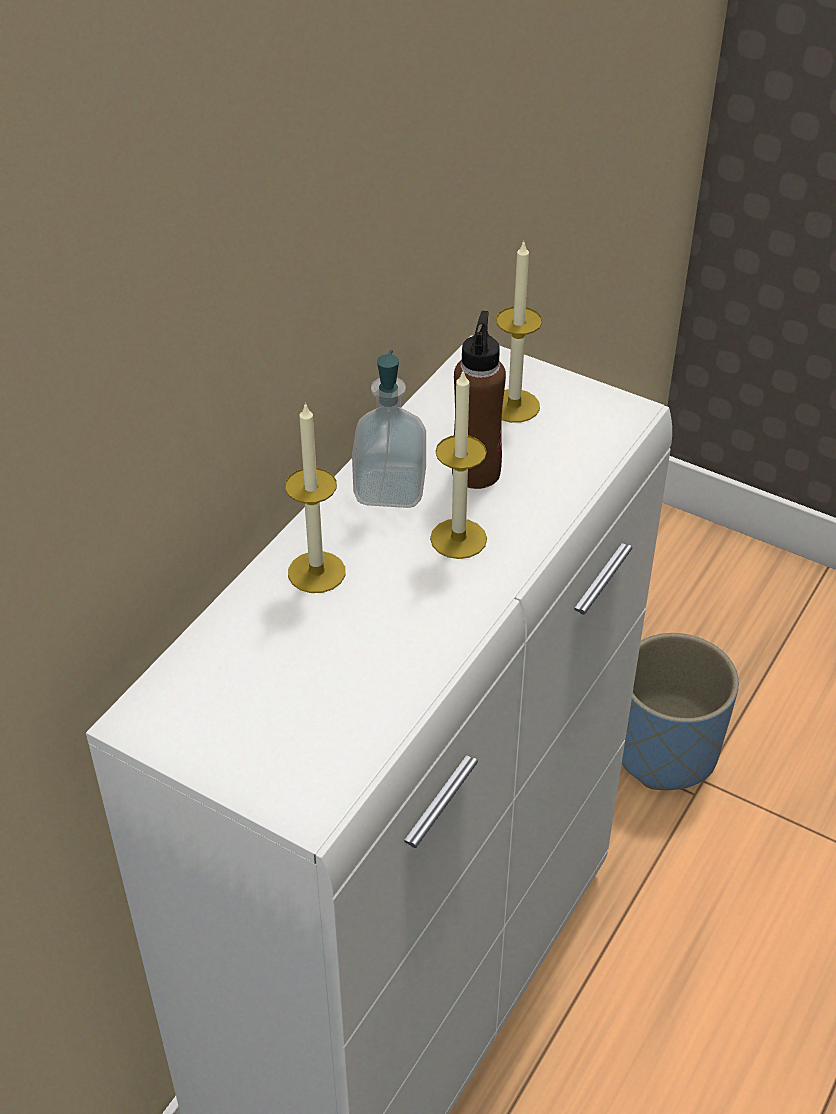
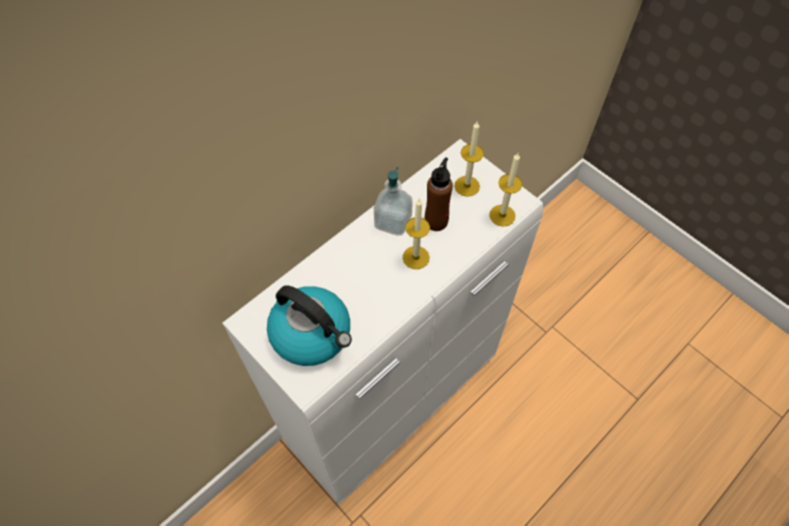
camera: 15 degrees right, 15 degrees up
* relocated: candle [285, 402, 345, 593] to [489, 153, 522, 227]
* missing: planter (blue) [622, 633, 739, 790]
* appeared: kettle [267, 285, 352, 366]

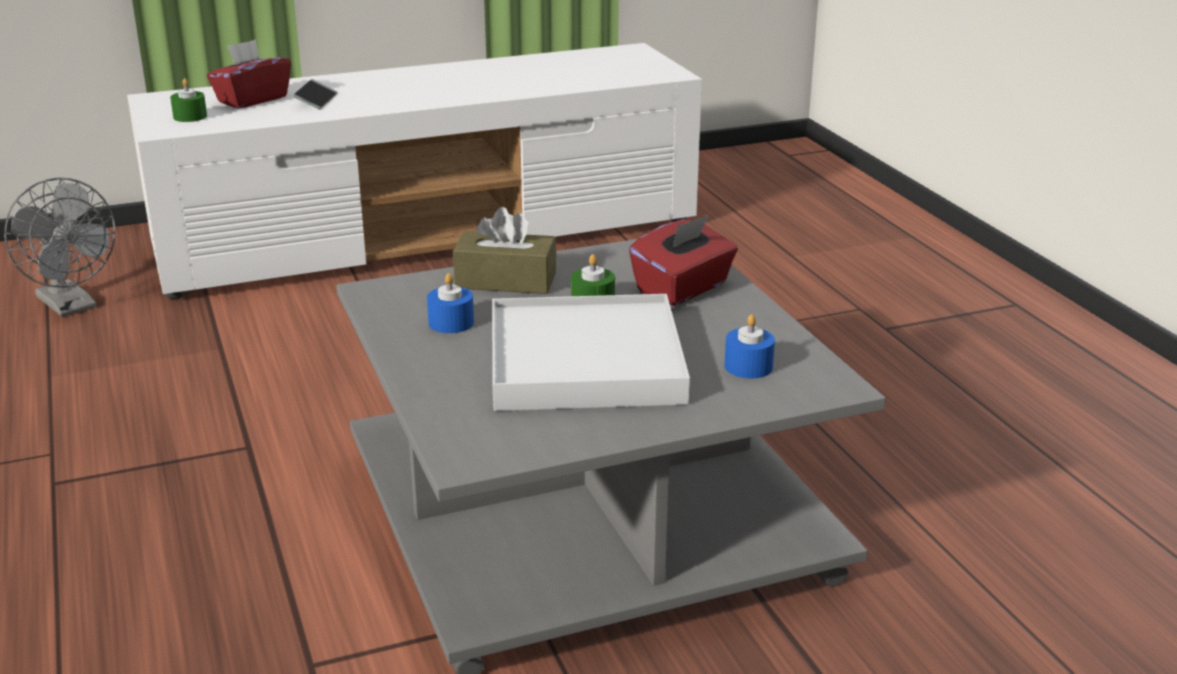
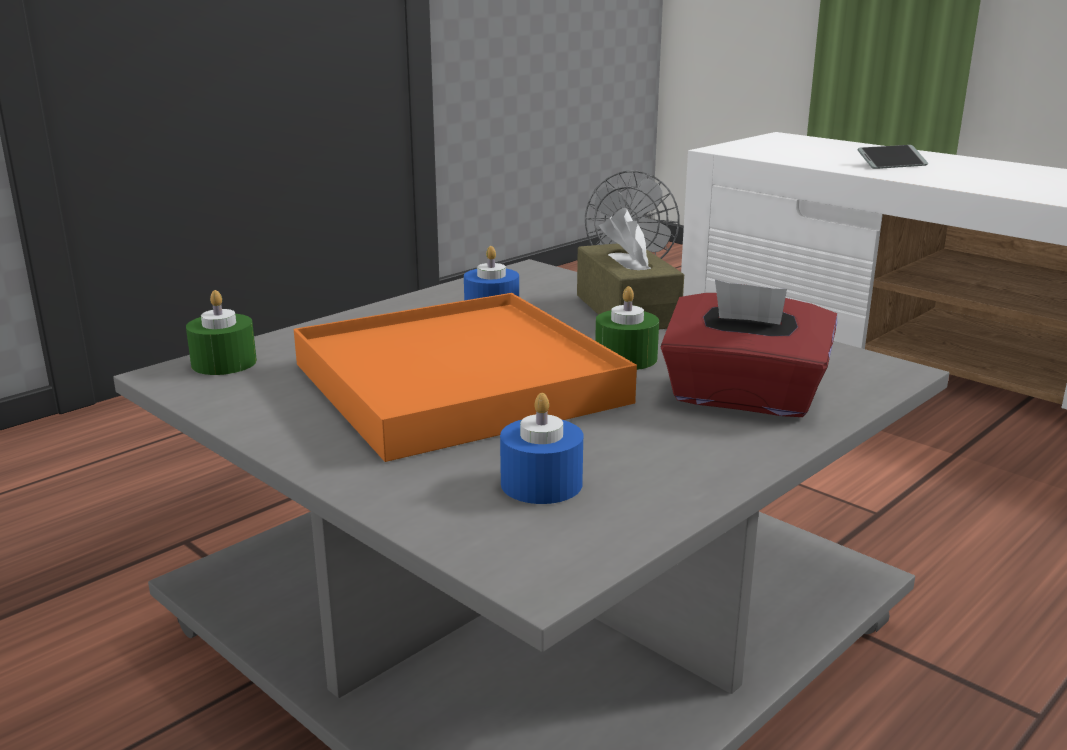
camera: 65 degrees right, 5 degrees down
* relocated: candle (green) [170, 78, 207, 122] to [186, 290, 257, 375]
* missing: tissue box (red) [207, 39, 291, 109]
* colour: tray (white) [492, 294, 690, 411] to tray (orange) [294, 293, 637, 462]

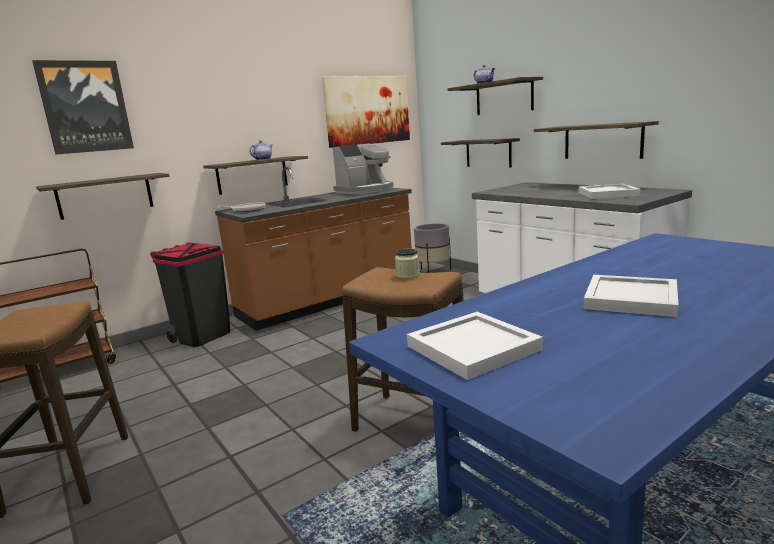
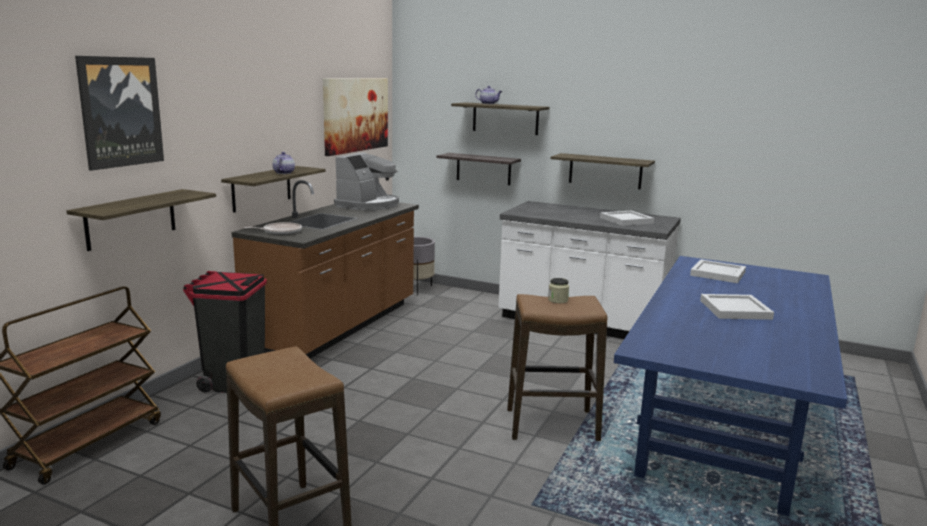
camera: 30 degrees left, 0 degrees up
* relocated: tray (white) [407, 312, 543, 380] to [690, 260, 746, 283]

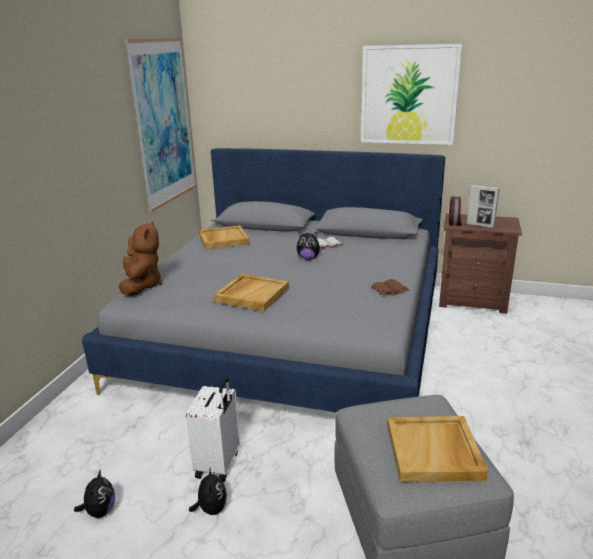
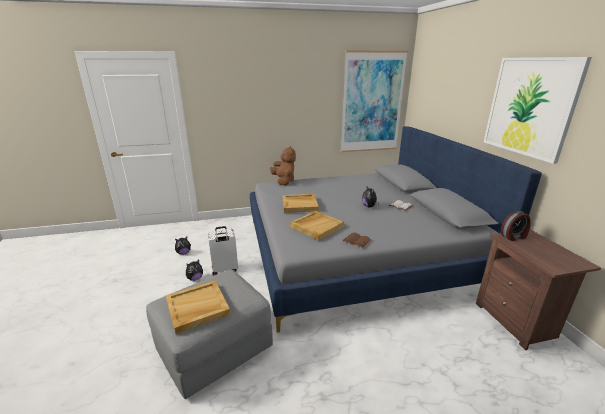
camera: 60 degrees right, 0 degrees up
* spun: plush toy (brown) [119, 221, 162, 296] = [270, 146, 296, 185] 75 degrees counterclockwise
* relocated: tray (beige) [199, 225, 249, 250] to [290, 211, 344, 240]
* missing: picture frame [467, 185, 500, 228]

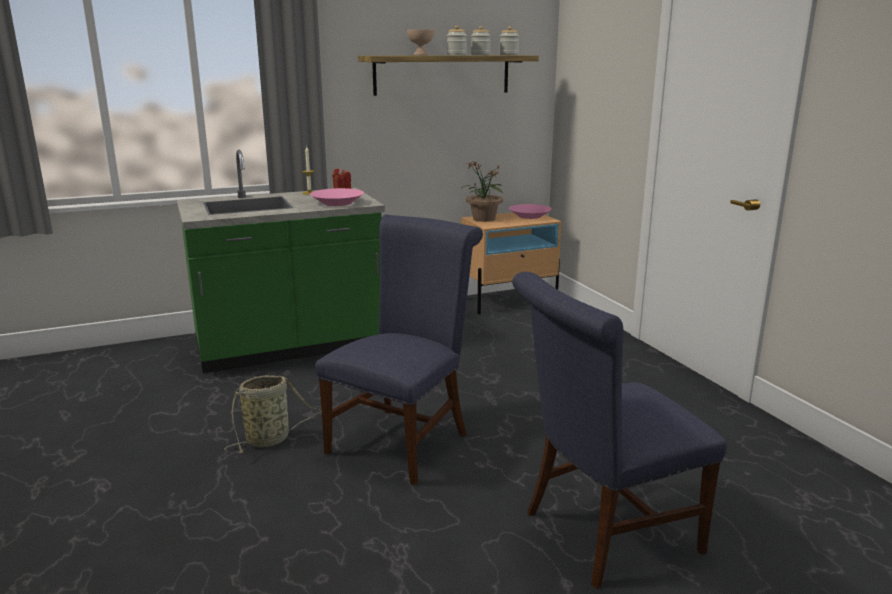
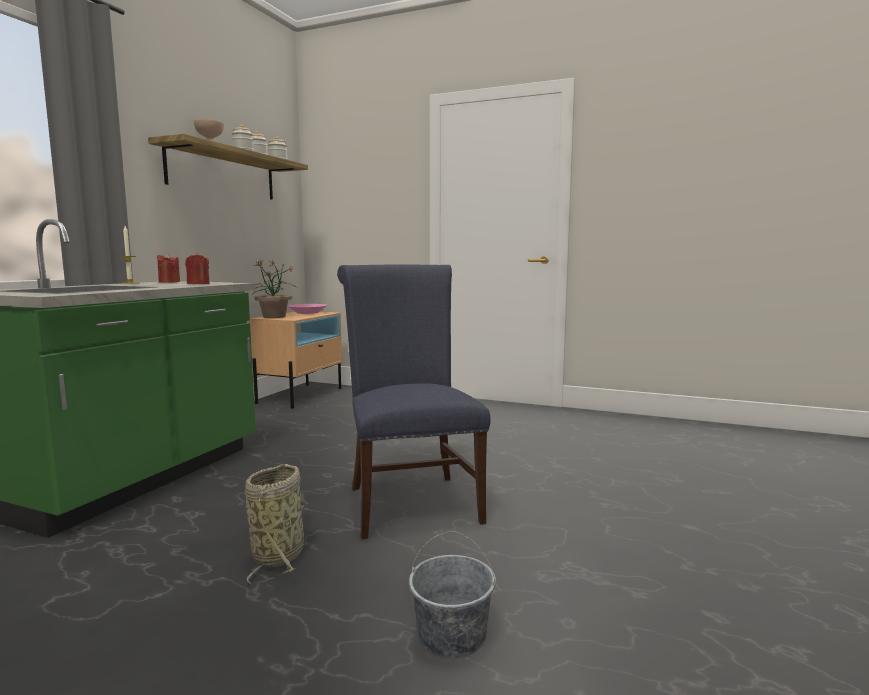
camera: 45 degrees left, 10 degrees down
* exchanged: bowl (pink) [310, 188, 364, 206] to candle (red) [185, 252, 210, 284]
* missing: chair (blue) [512, 272, 727, 589]
* appeared: bucket (grey) [409, 531, 496, 658]

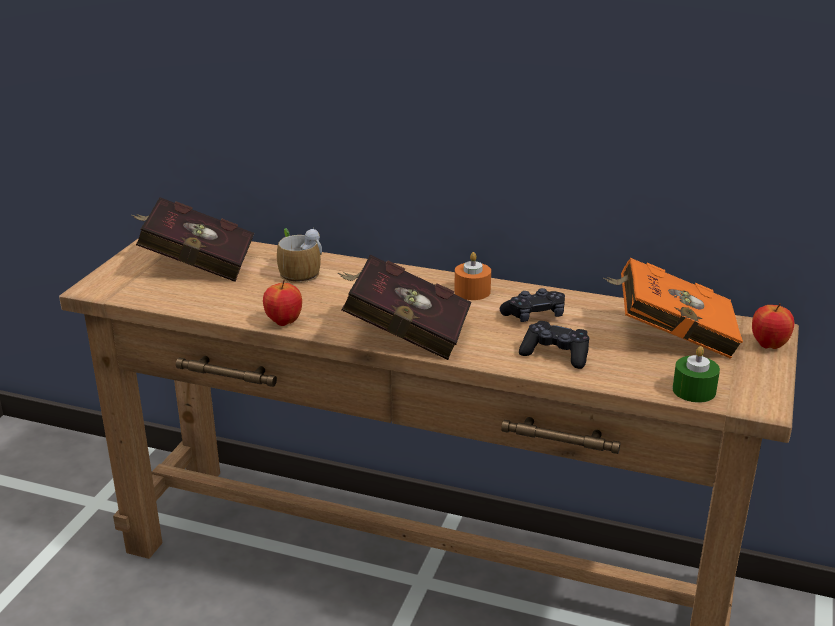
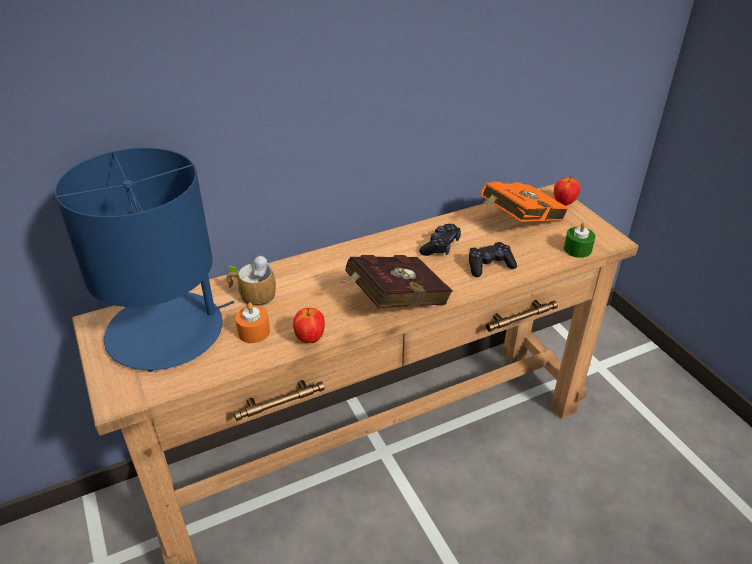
camera: 45 degrees left, 10 degrees up
* exchanged: book (red) [131, 197, 254, 282] to table lamp (blue) [55, 147, 234, 372]
* relocated: candle (orange) [454, 252, 491, 300] to [235, 303, 270, 343]

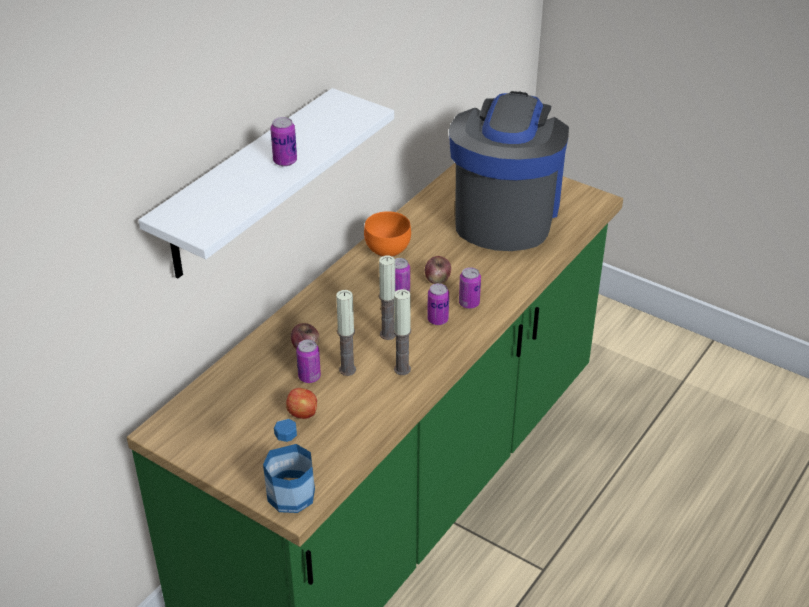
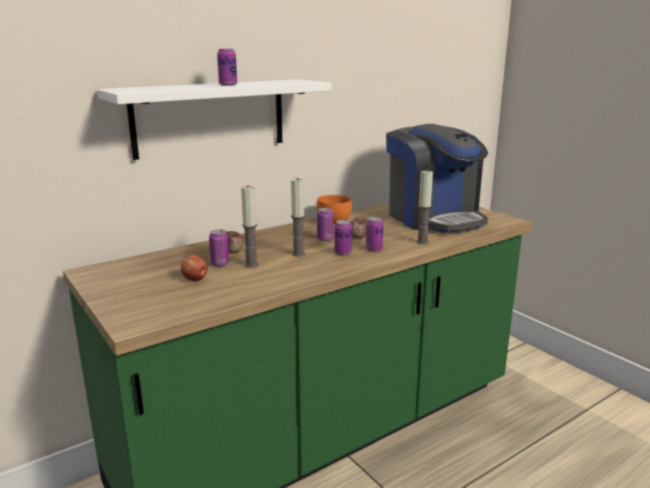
camera: 20 degrees right, 20 degrees down
* missing: bottle [263, 419, 315, 513]
* relocated: candle [393, 289, 411, 375] to [416, 169, 433, 245]
* spun: coffee machine [449, 91, 569, 251] = [386, 124, 488, 233] 120 degrees clockwise

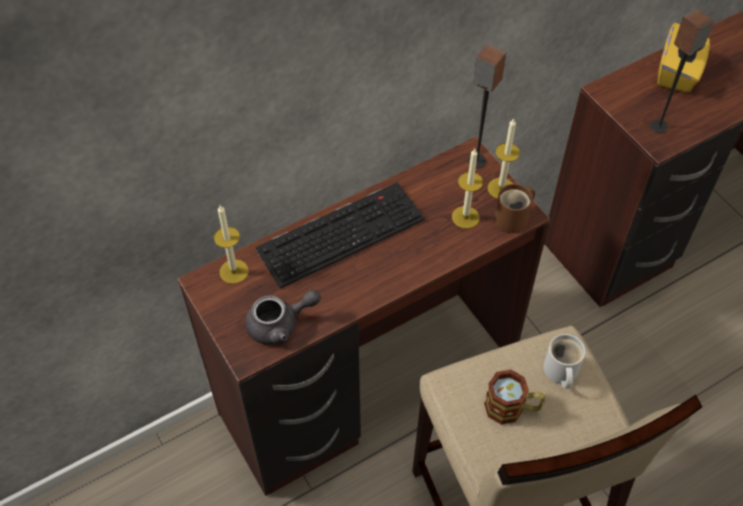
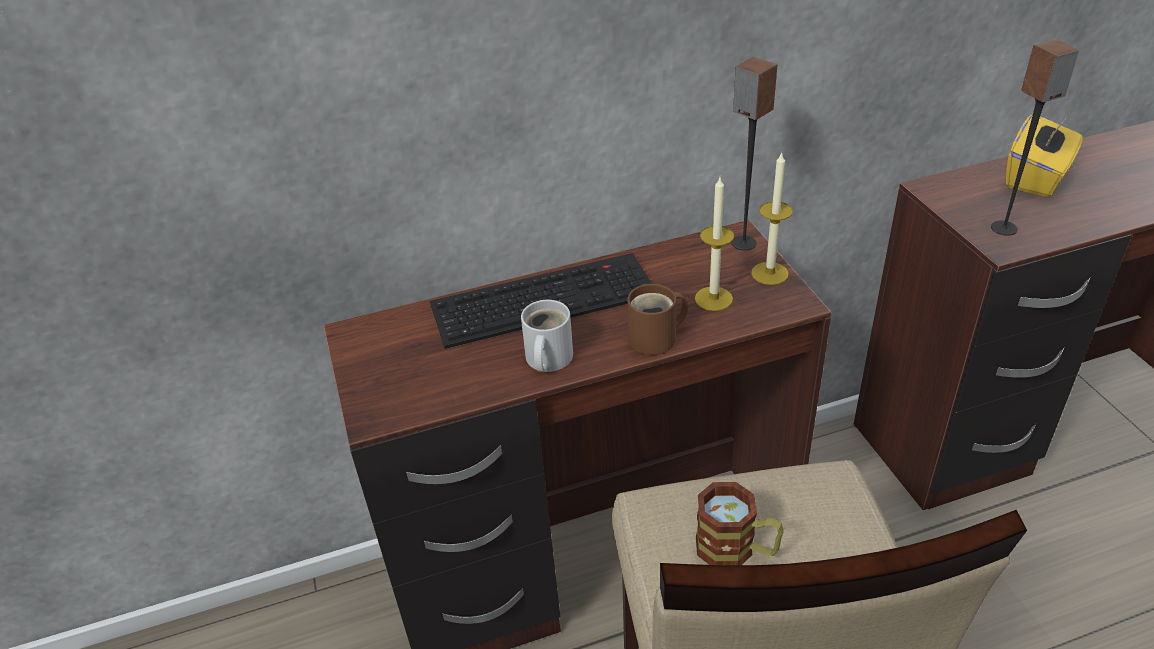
camera: 15 degrees right, 15 degrees down
* missing: candle [214, 205, 249, 284]
* missing: teapot (grey) [245, 290, 321, 345]
* relocated: mug (brown) [494, 184, 535, 233] to [627, 284, 688, 355]
* relocated: mug (white) [543, 334, 586, 389] to [521, 300, 573, 372]

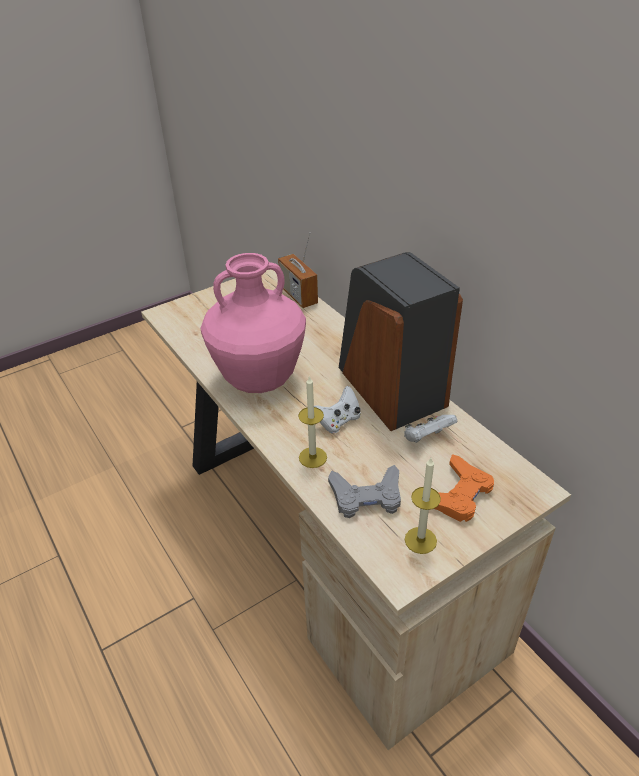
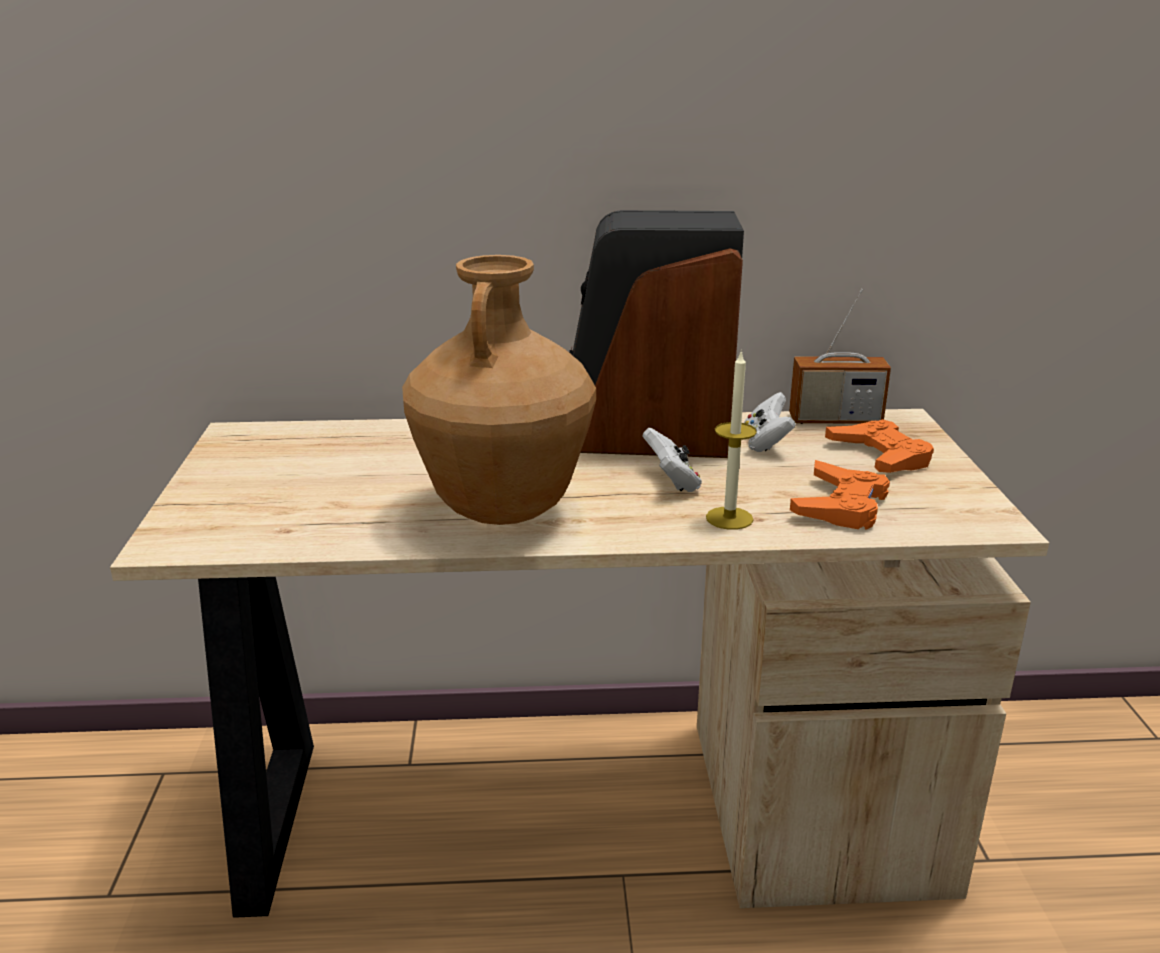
camera: 60 degrees left, 15 degrees down
* colour: vase (pink) [201, 253, 306, 393] to vase (brown) [402, 255, 596, 525]
* relocated: radio [278, 232, 318, 308] to [789, 289, 891, 424]
* colour: game controller (grey) [328, 465, 401, 518] to game controller (orange) [790, 460, 890, 530]
* missing: candle [405, 458, 441, 554]

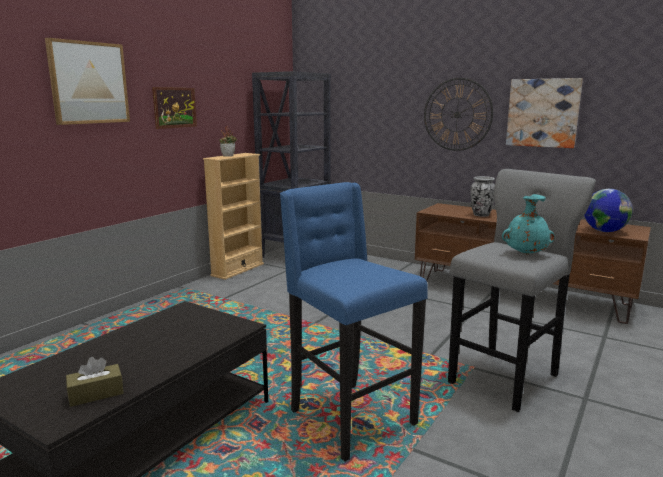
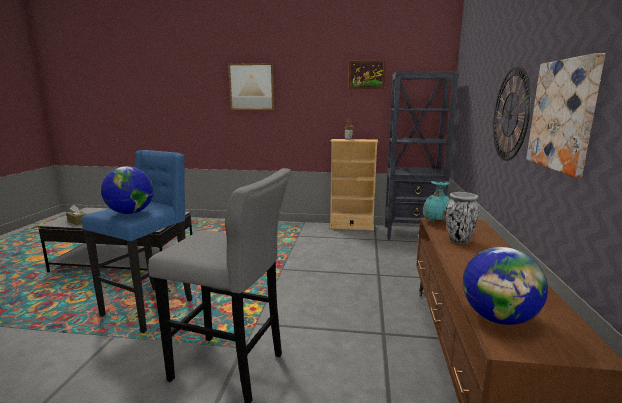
camera: 65 degrees right, 0 degrees up
* relocated: picture [152, 87, 197, 129] to [348, 60, 386, 89]
* relocated: vase (turquoise) [502, 194, 555, 254] to [423, 181, 450, 223]
* appeared: globe [101, 166, 154, 214]

